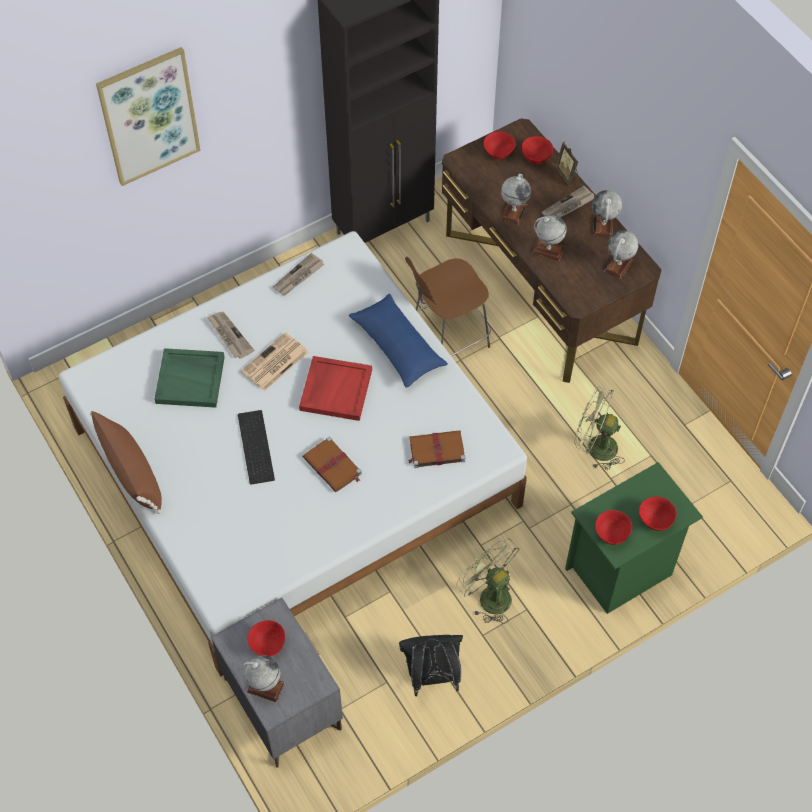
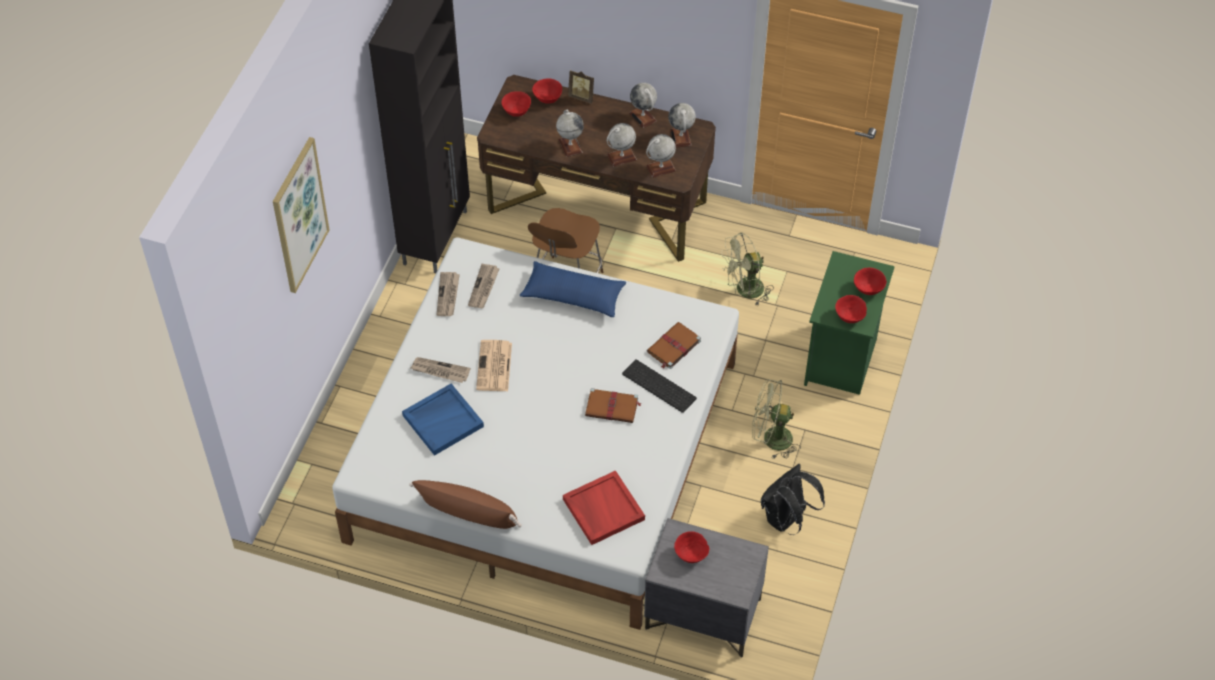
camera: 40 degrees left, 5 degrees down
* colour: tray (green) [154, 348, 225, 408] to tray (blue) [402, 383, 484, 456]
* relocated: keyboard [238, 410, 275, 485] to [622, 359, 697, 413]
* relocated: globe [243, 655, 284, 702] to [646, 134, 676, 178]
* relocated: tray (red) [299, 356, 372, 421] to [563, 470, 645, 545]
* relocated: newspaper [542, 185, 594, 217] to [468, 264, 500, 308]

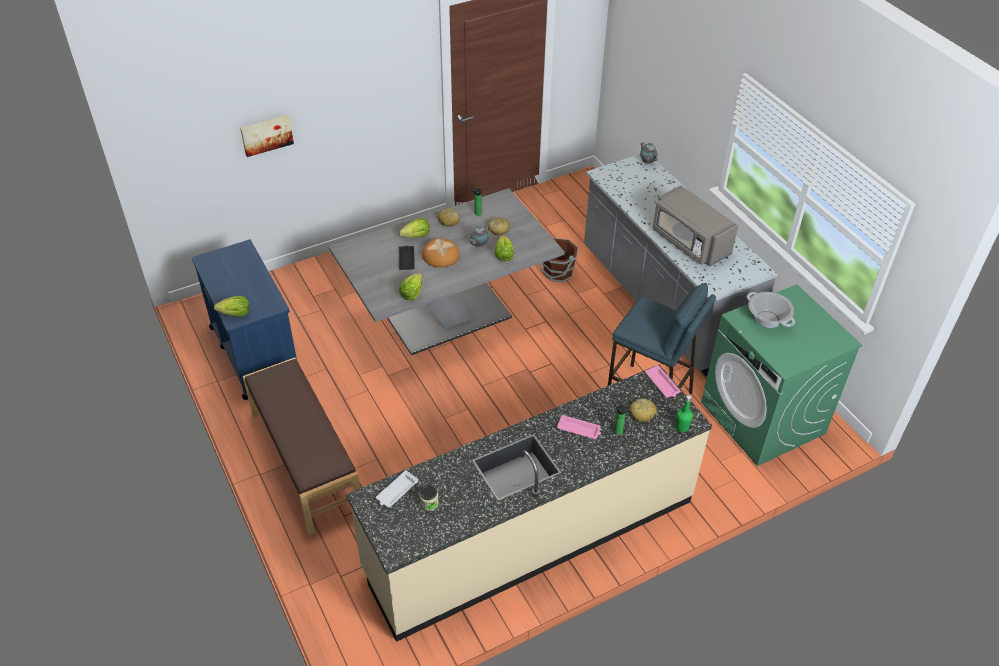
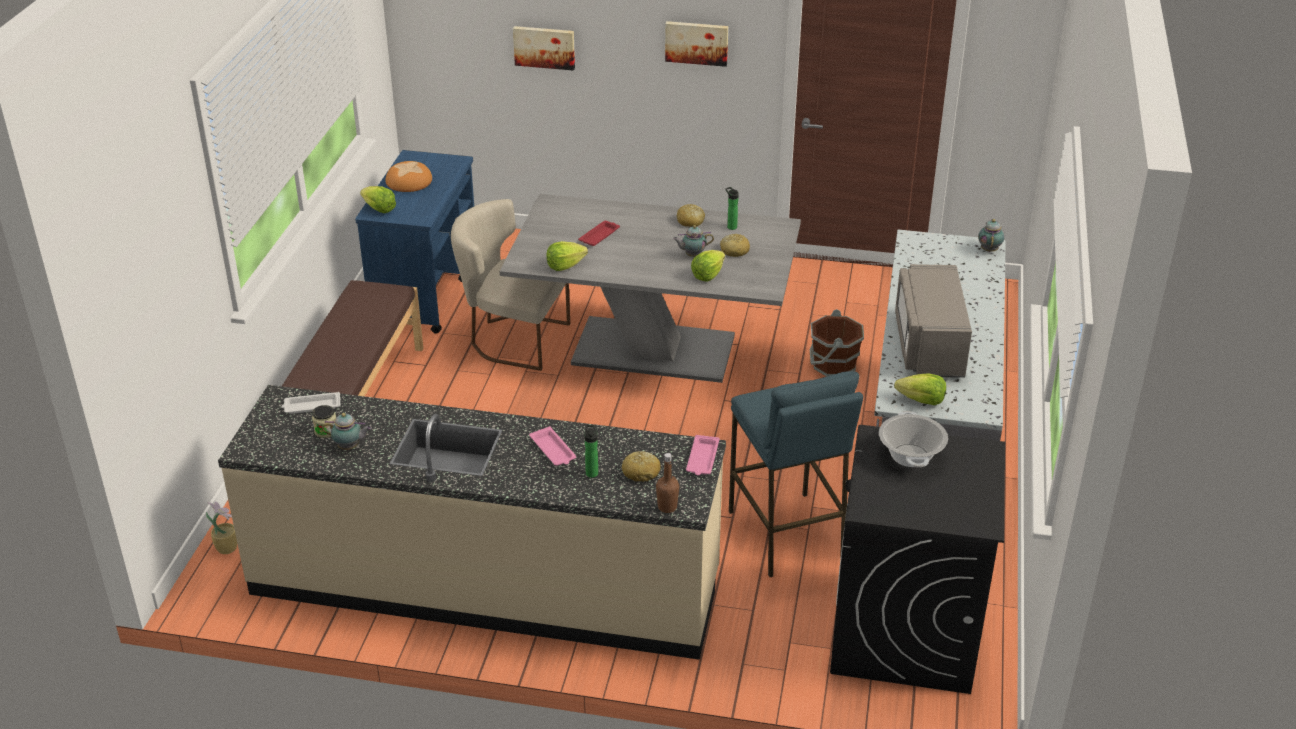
camera: 40 degrees right, 10 degrees down
* relocated: lettuce [399, 218, 430, 238] to [894, 373, 946, 405]
* colour: tray (black) [399, 246, 415, 270] to tray (red) [578, 221, 620, 246]
* relocated: bread [422, 238, 460, 267] to [385, 161, 432, 192]
* colour: bottle (green) [676, 395, 693, 432] to bottle (brown) [656, 453, 679, 513]
* colour: washing machine (green) [701, 284, 862, 466] to washing machine (black) [830, 425, 1005, 694]
* appeared: potted plant [206, 501, 237, 554]
* appeared: teapot [322, 413, 372, 450]
* appeared: chair (beige) [451, 199, 570, 371]
* appeared: picture [665, 21, 728, 67]

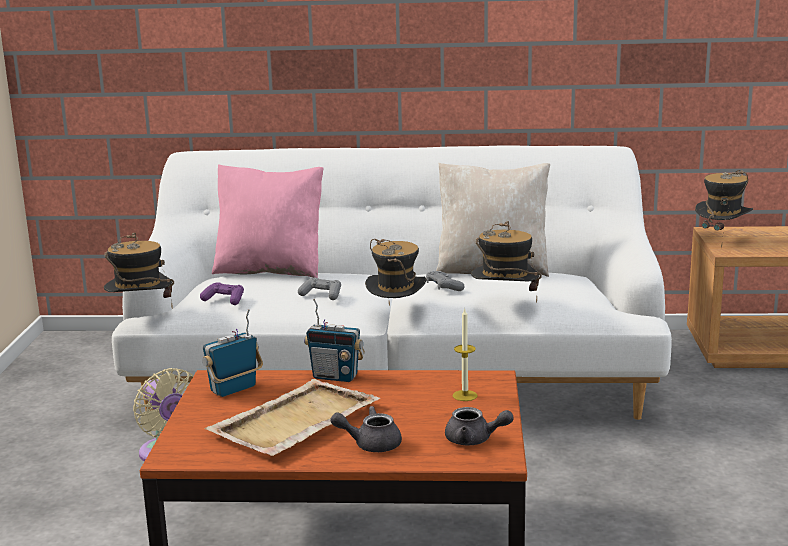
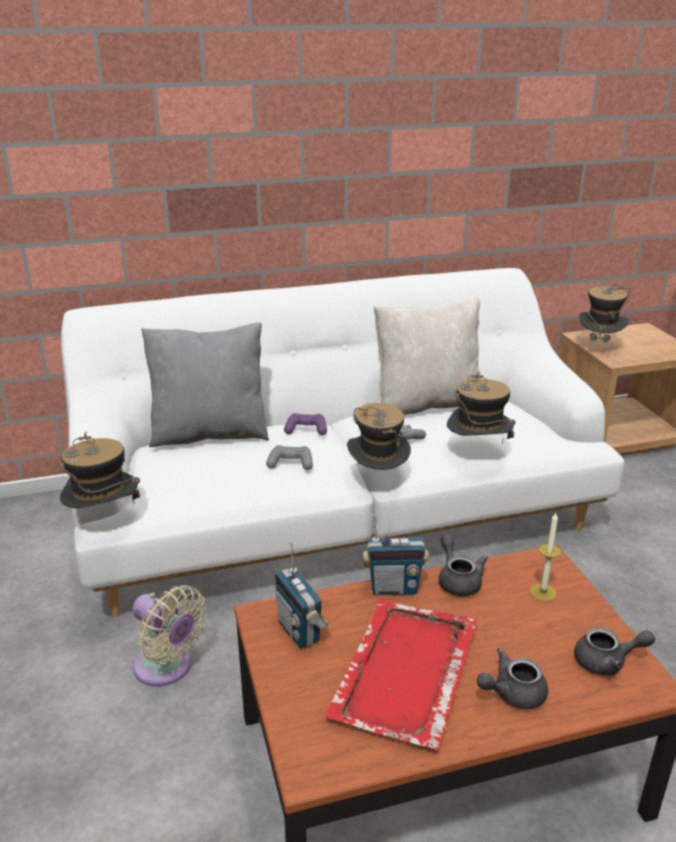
camera: 20 degrees left, 10 degrees up
* relocated: game controller (purple) [200, 282, 244, 305] to [284, 413, 327, 435]
* spun: radio [202, 309, 263, 397] = [275, 542, 329, 649] 60 degrees counterclockwise
* colour: tray (beige) [205, 379, 380, 456] to tray (red) [325, 599, 477, 750]
* colour: pillow (pink) [212, 164, 324, 278] to pillow (grey) [141, 323, 269, 447]
* appeared: teapot (grey) [439, 534, 488, 596]

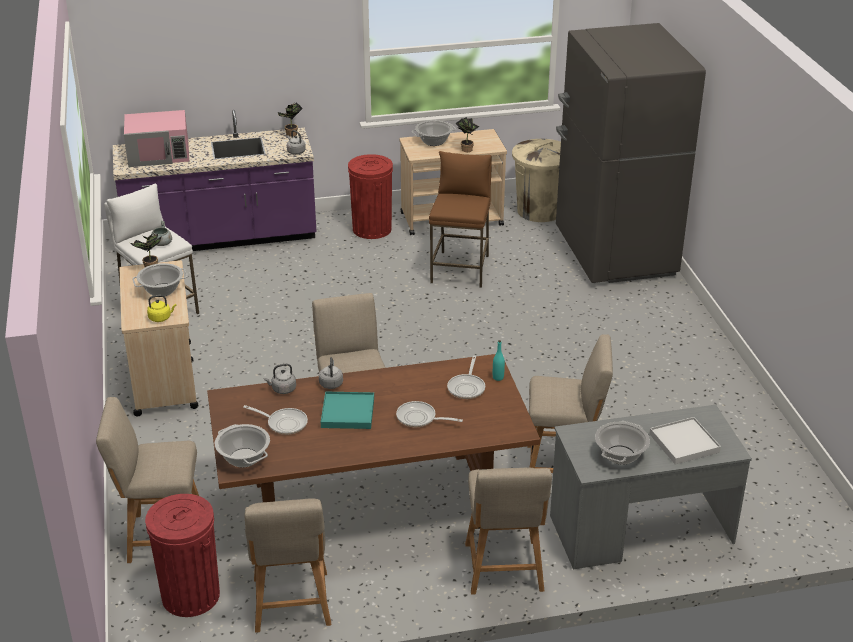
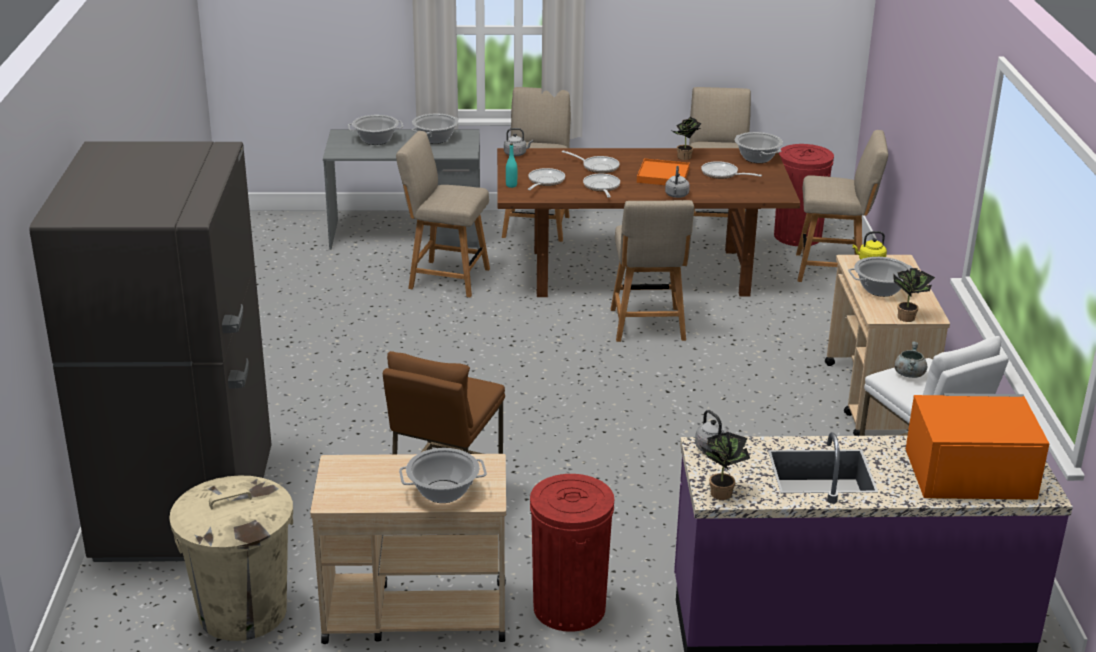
camera: 170 degrees left, 5 degrees down
* colour: microwave (pink) [124, 110, 189, 167] to microwave (orange) [906, 393, 1050, 500]
* relocated: kettle (grey) [264, 364, 296, 394] to [504, 128, 533, 156]
* colour: tray (turquoise) [321, 392, 374, 429] to tray (orange) [637, 158, 690, 185]
* relocated: potted plant [455, 117, 480, 152] to [672, 117, 702, 160]
* exchanged: tray (white) [649, 417, 721, 465] to cooking pot [348, 115, 403, 145]
* appeared: frying pan [583, 174, 620, 198]

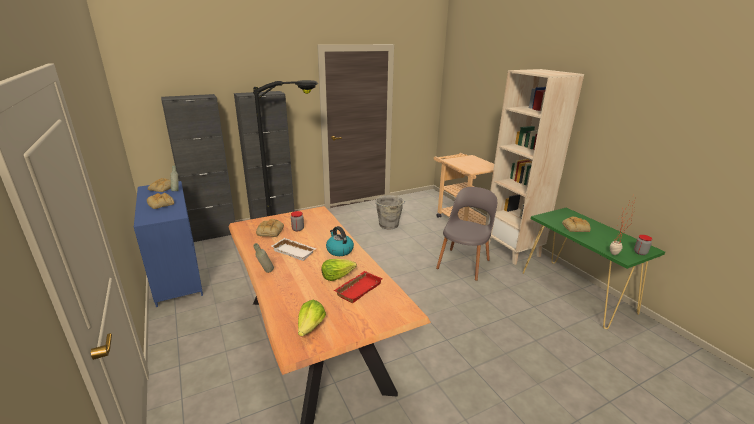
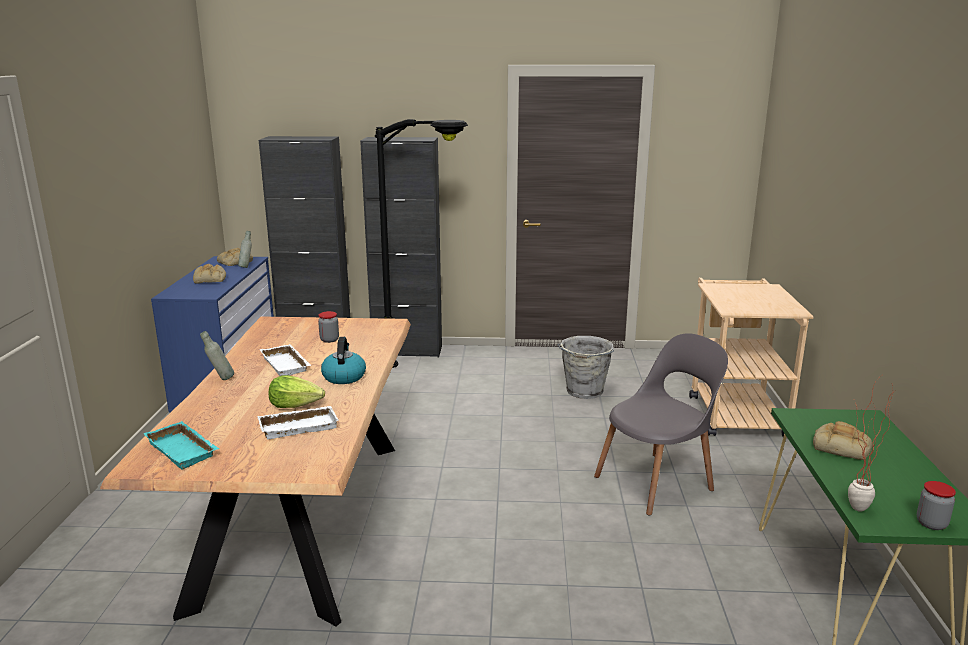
camera: 30 degrees right, 5 degrees down
* missing: bread [256, 219, 284, 237]
* exchanged: lettuce [298, 300, 326, 336] to tray (turquoise) [143, 421, 219, 470]
* colour: tray (red) [334, 271, 382, 303] to tray (white) [257, 406, 339, 439]
* missing: bookcase (beige) [485, 69, 584, 265]

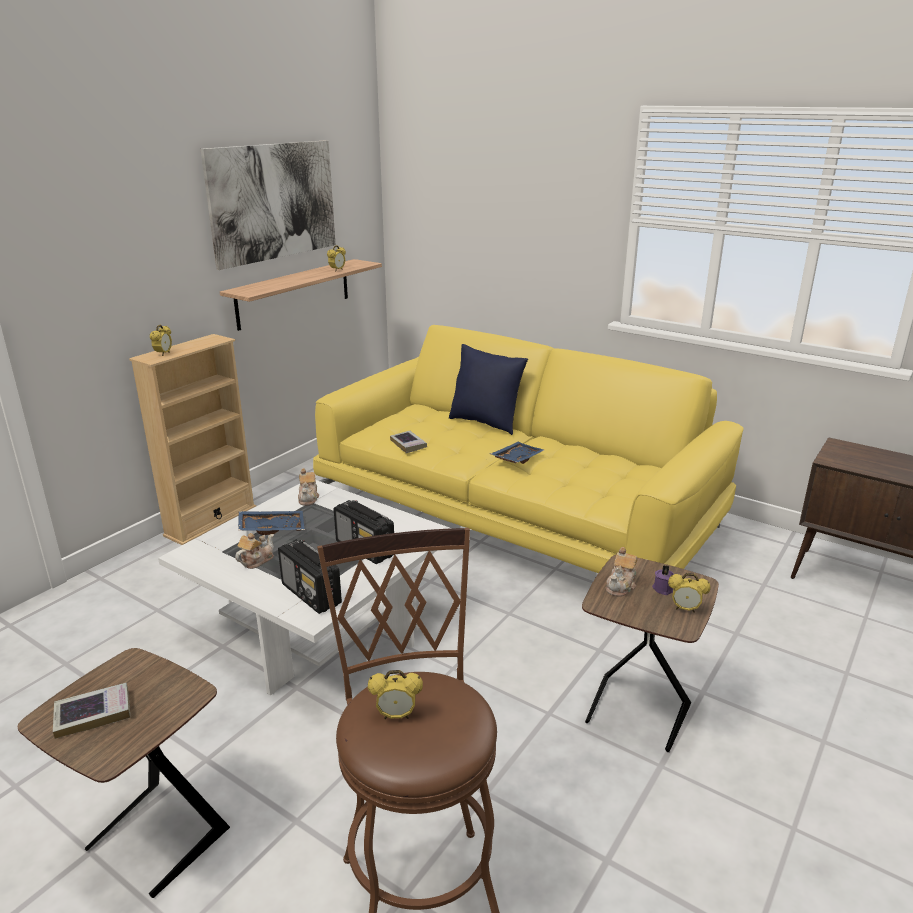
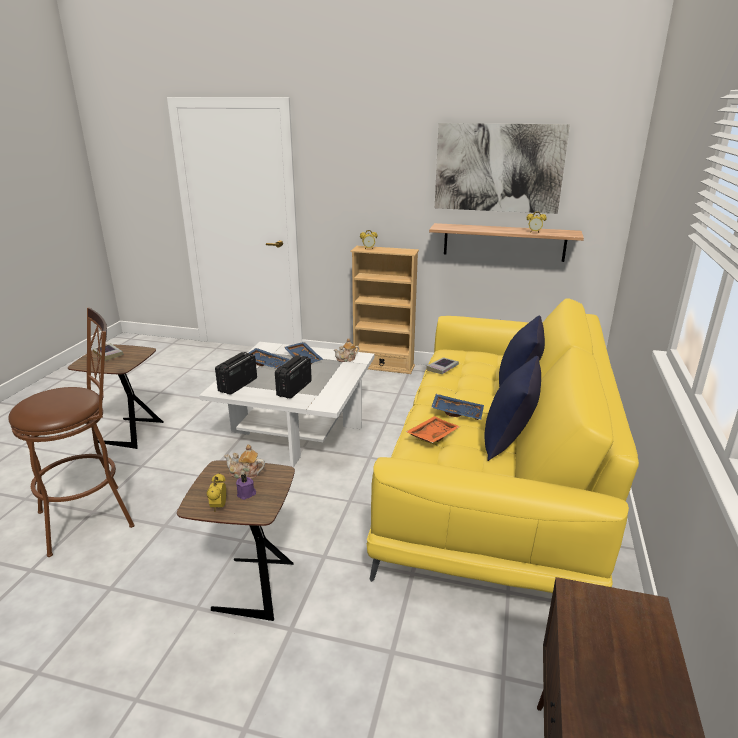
camera: 70 degrees right, 0 degrees up
* exchanged: teapot [235, 533, 274, 569] to tray (blue) [249, 348, 290, 369]
* missing: alarm clock [368, 670, 423, 719]
* appeared: tray (orange) [406, 416, 460, 443]
* appeared: pillow (blue) [484, 356, 541, 461]

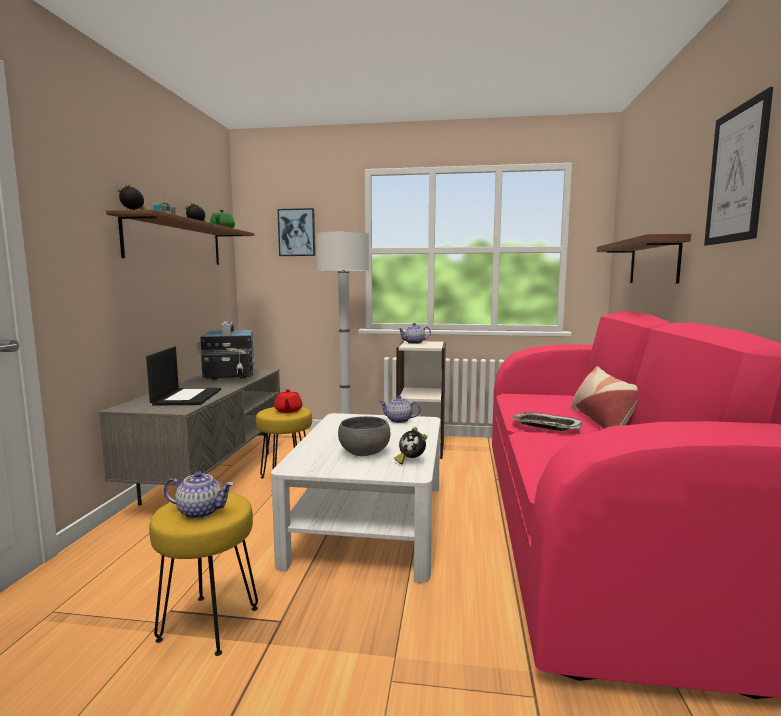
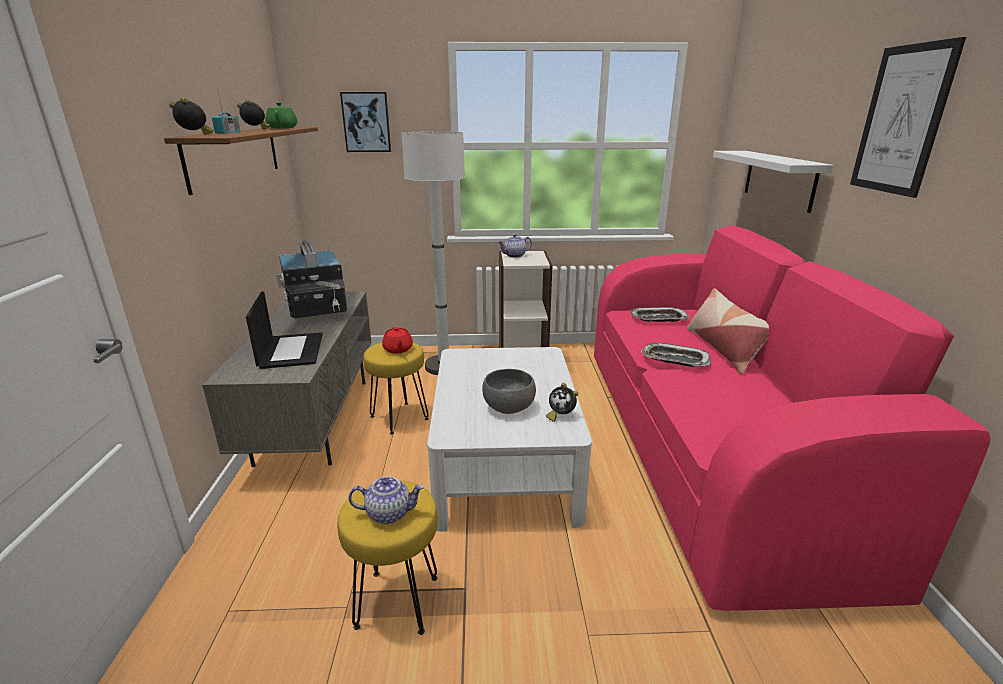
camera: 10 degrees left, 15 degrees up
* missing: teapot [379, 396, 421, 423]
* colour: shelf (brown) [597, 234, 691, 283] to shelf (white) [713, 151, 833, 213]
* appeared: tray [631, 307, 689, 322]

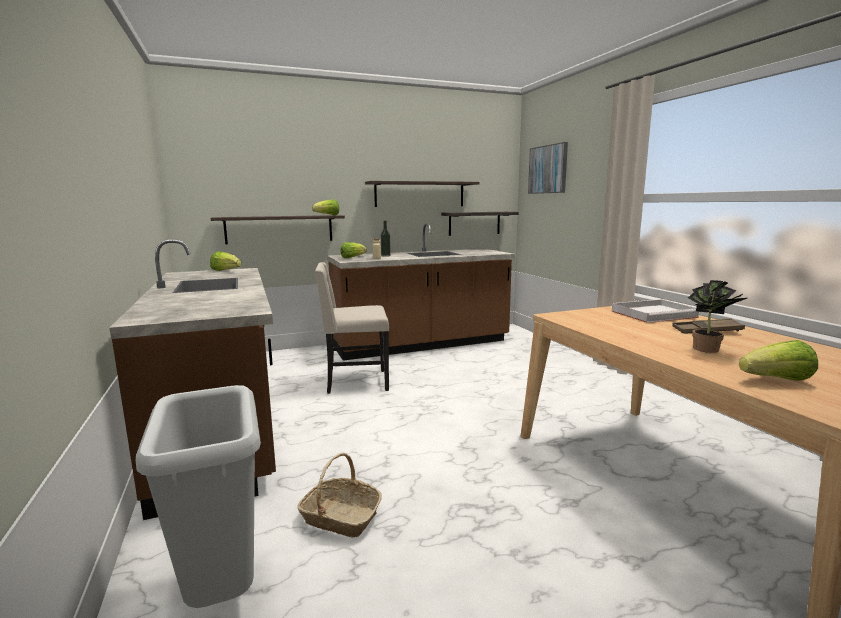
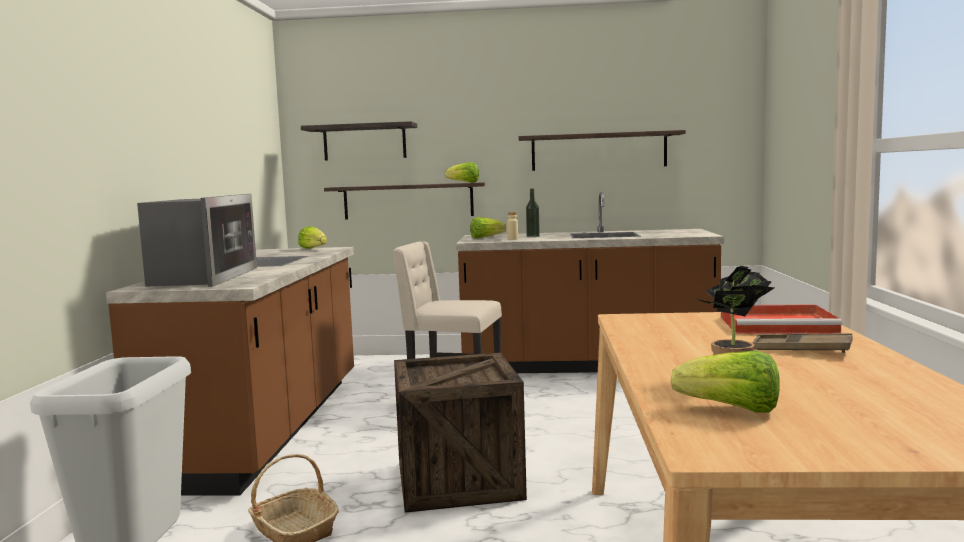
camera: 25 degrees right, 5 degrees down
* relocated: shelf [441, 212, 519, 236] to [301, 121, 417, 161]
* missing: picture [528, 142, 568, 194]
* colour: tray (white) [612, 299, 699, 323] to tray (red) [721, 304, 842, 334]
* appeared: microwave [137, 194, 257, 287]
* appeared: crate [394, 353, 527, 513]

